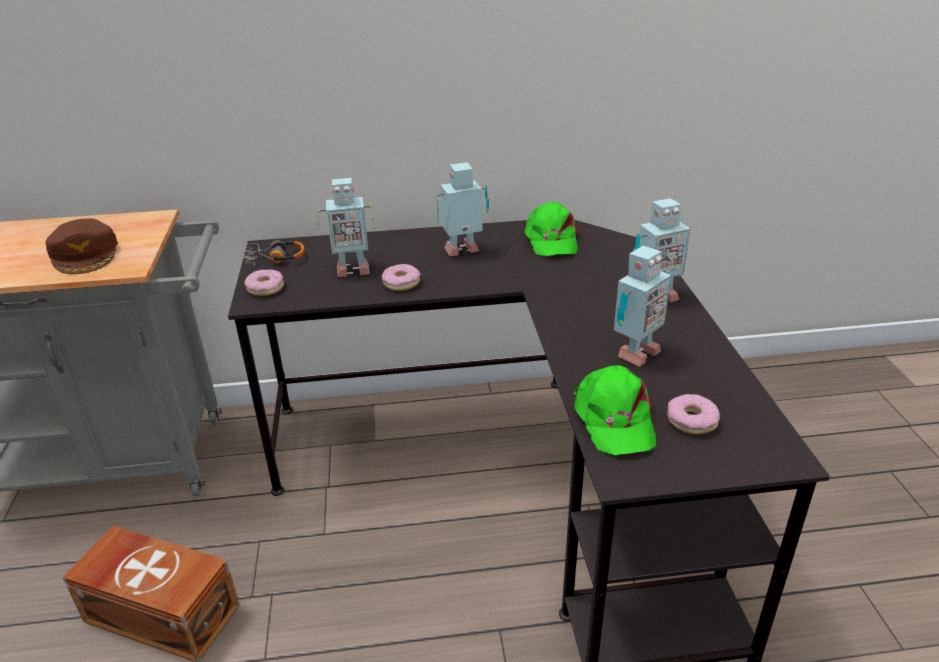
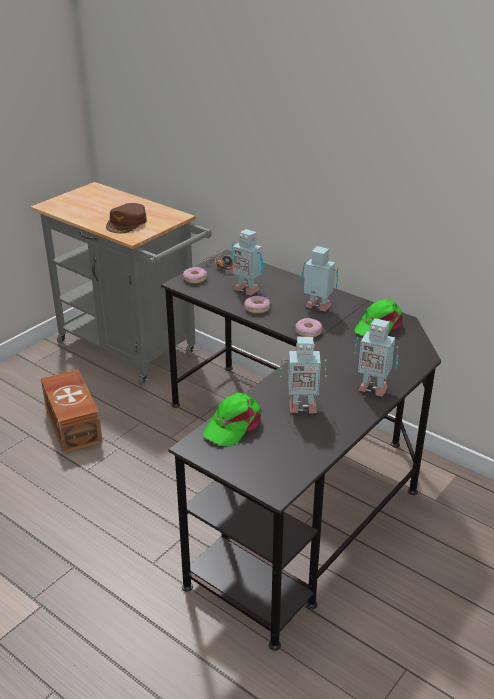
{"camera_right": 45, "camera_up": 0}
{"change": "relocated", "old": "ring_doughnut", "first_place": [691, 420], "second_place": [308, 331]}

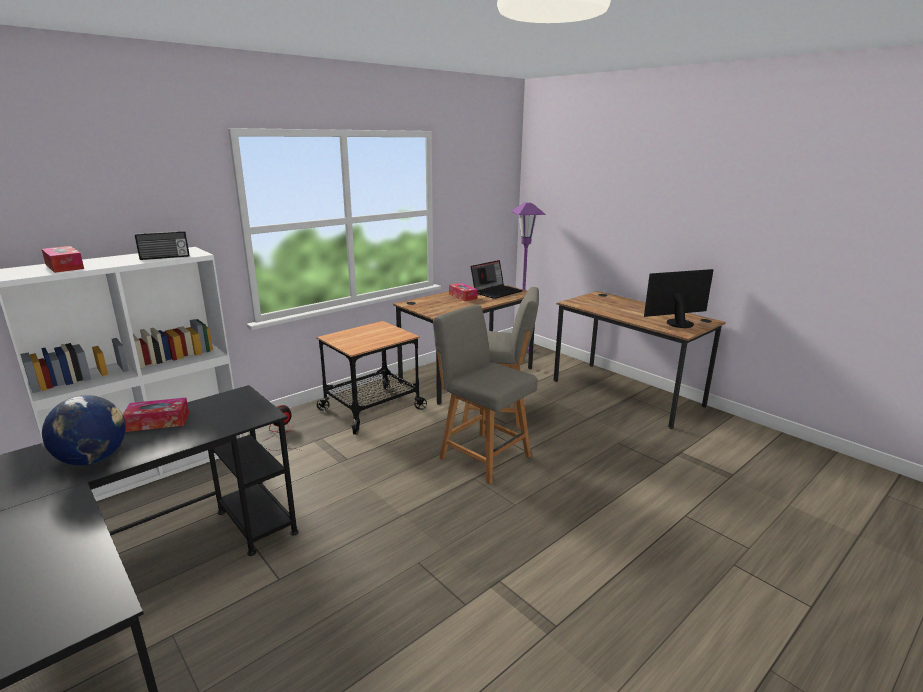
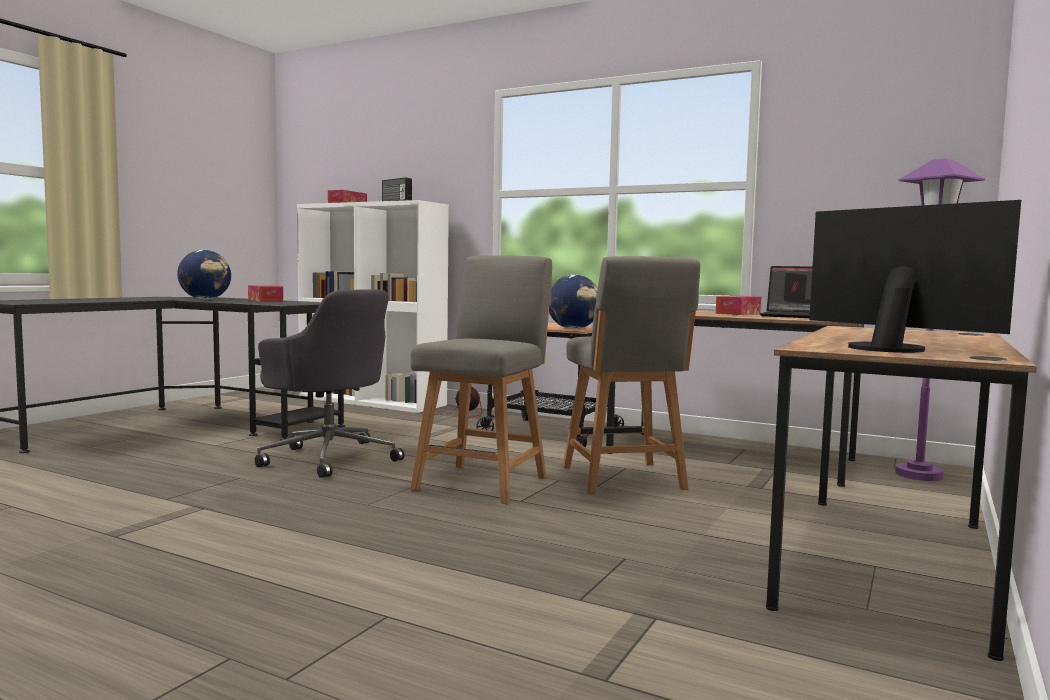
{"camera_right": 70, "camera_up": -15}
{"change": "appeared", "new": "gray_desk_chair", "second_place": [329, 457]}
{"change": "appeared", "new": "desk_globe", "second_place": [573, 329]}

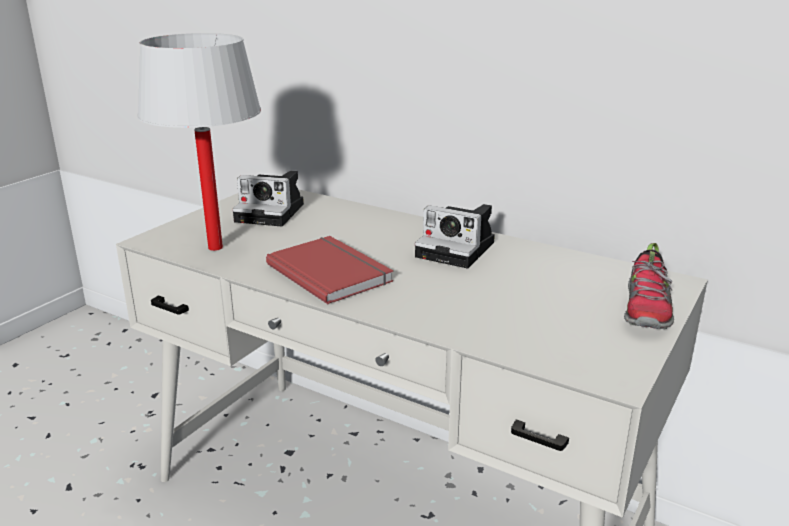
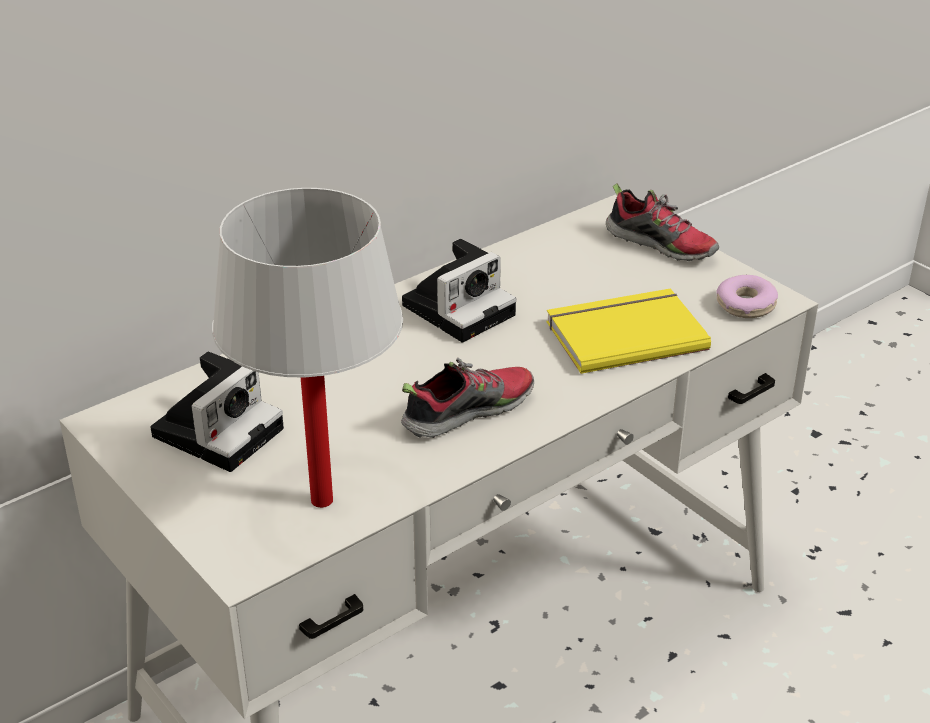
{"camera_right": -70, "camera_up": 10}
{"change": "exchanged", "old": "red_book", "new": "low_shoe", "first_place": [331, 272], "second_place": [467, 411]}
{"change": "appeared", "new": "yellow_book", "second_place": [624, 334]}
{"change": "appeared", "new": "ring_doughnut", "second_place": [745, 305]}

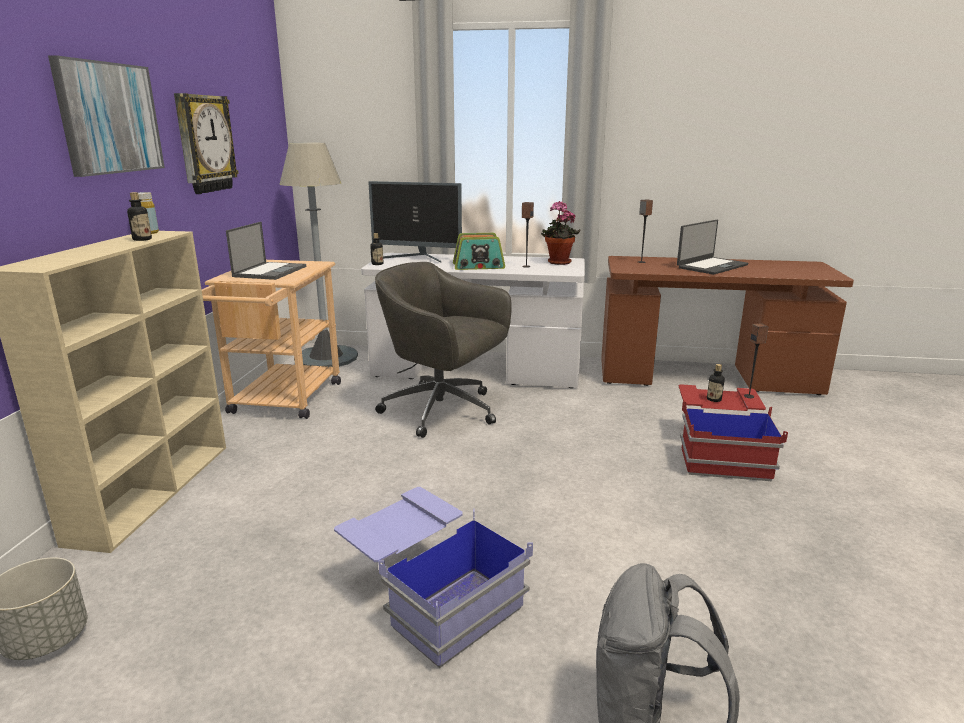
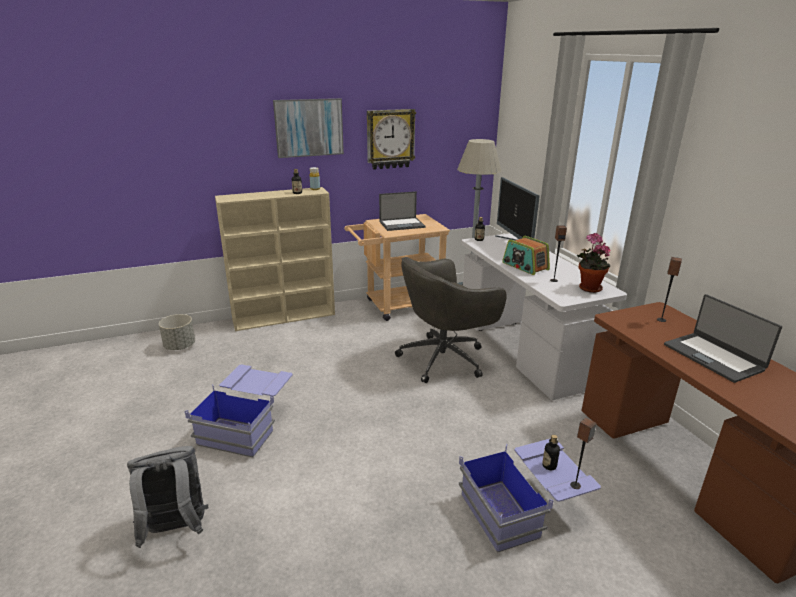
{"camera_right": 60, "camera_up": 5}
{"change": "spun", "old": "gray_desk_chair", "first_place": [443, 411], "second_place": [445, 358], "degrees": -120}
{"change": "colour", "old": "red_storage_bin", "new": "bluish_storage_bin", "first_place": [720, 451], "second_place": [524, 509]}
{"change": "spun", "old": "notebook_computer", "first_place": [711, 266], "second_place": [713, 357], "degrees": 45}

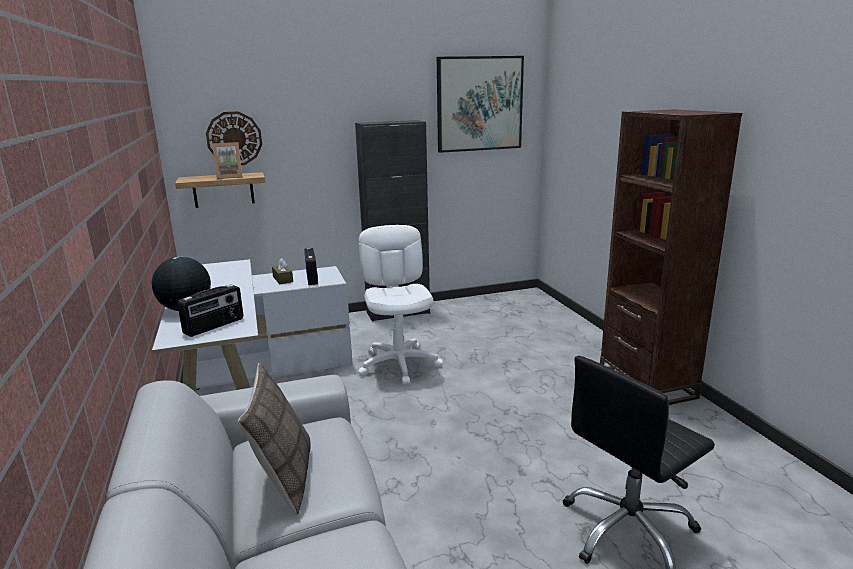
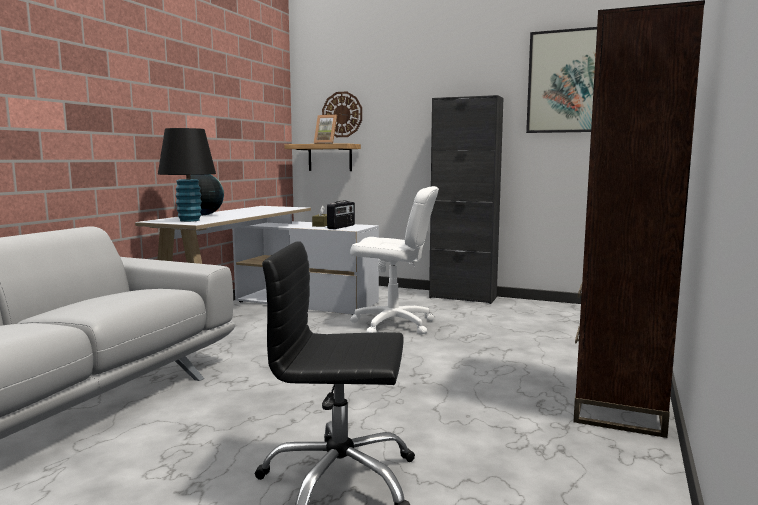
{"camera_right": 40, "camera_up": -10}
{"change": "exchanged", "old": "radio_set", "new": "blackish_tabletop_lamp", "first_place": [214, 326], "second_place": [189, 220]}
{"change": "spun", "old": "whitish_desk_chair", "first_place": [399, 364], "second_place": [393, 325], "degrees": 75}
{"change": "missing", "old": "throw_pillow", "first_place": [284, 478]}

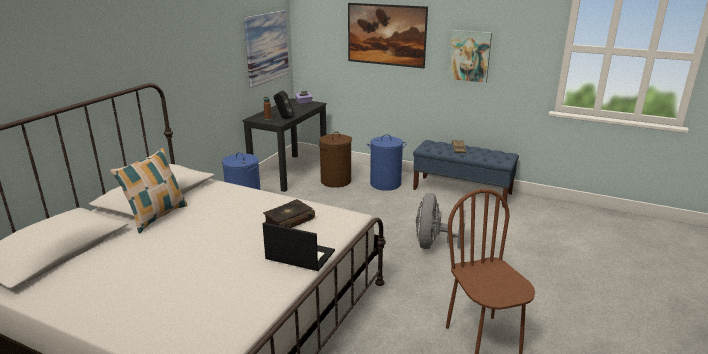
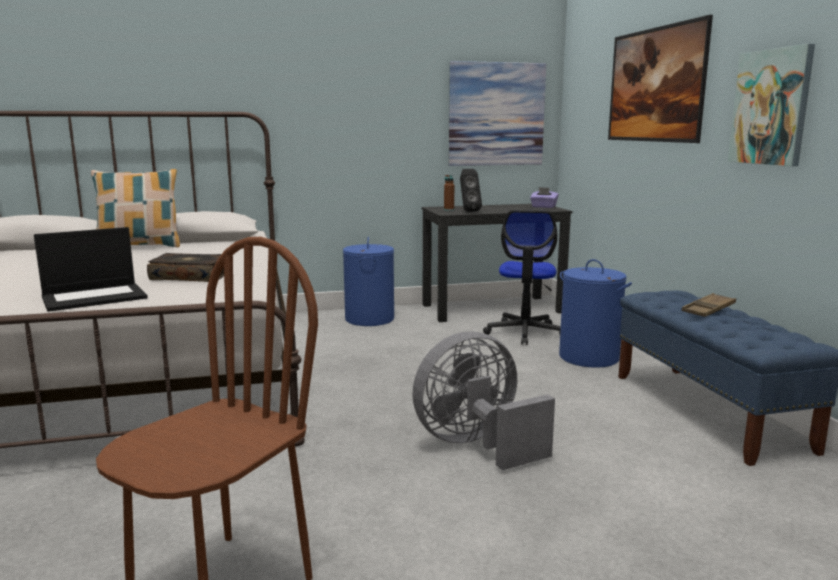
{"camera_right": 50, "camera_up": -10}
{"change": "spun", "old": "notebook_computer", "first_place": [299, 255], "second_place": [95, 297], "degrees": 75}
{"change": "exchanged", "old": "brown-coloured_washing_basket", "new": "desk_chair", "first_place": [335, 181], "second_place": [525, 332]}

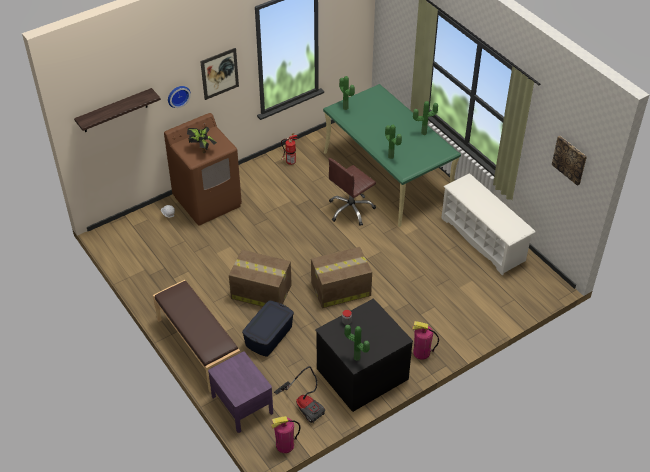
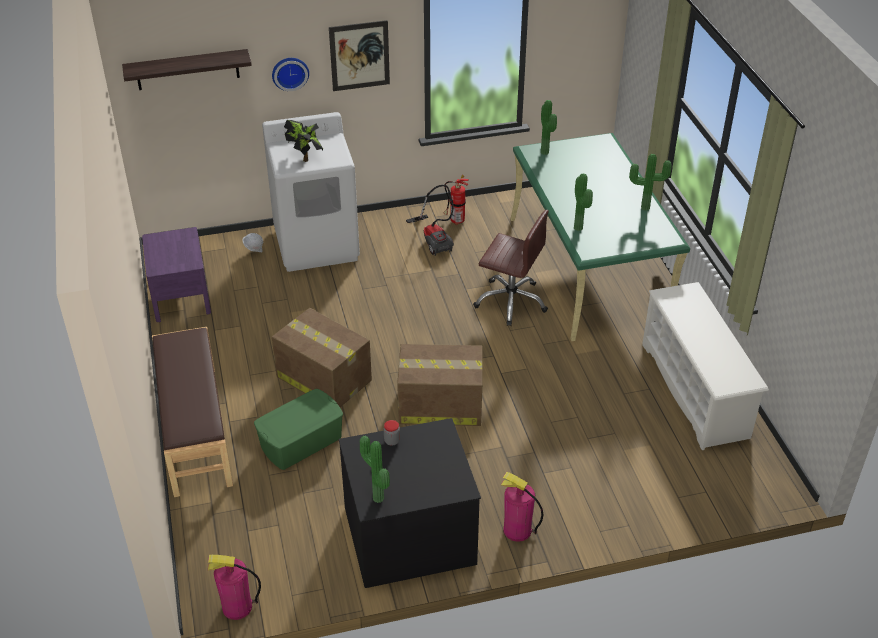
{"camera_right": 20, "camera_up": -5}
{"change": "relocated", "old": "purple_night_table", "first_place": [242, 404], "second_place": [180, 296]}
{"change": "colour", "old": "bluish_storage_bin", "new": "green-coloured_storage_bin", "first_place": [268, 336], "second_place": [300, 441]}
{"change": "colour", "old": "brown-coloured_laundry_machine", "new": "whitish_laundry_machine", "first_place": [208, 201], "second_place": [317, 244]}
{"change": "relocated", "old": "vacuum_cleaner", "first_place": [305, 405], "second_place": [434, 239]}
{"change": "spun", "old": "brown-coloured_desk_chair", "first_place": [351, 210], "second_place": [511, 301], "degrees": -135}
{"change": "missing", "old": "wall_picture", "first_place": [570, 160]}

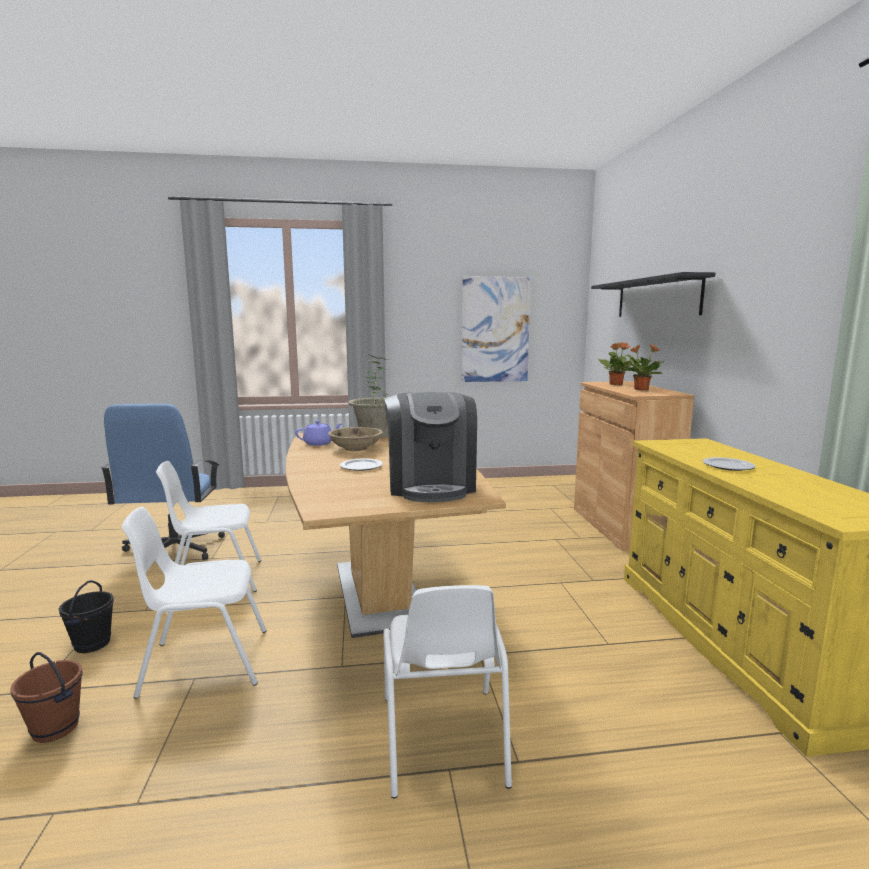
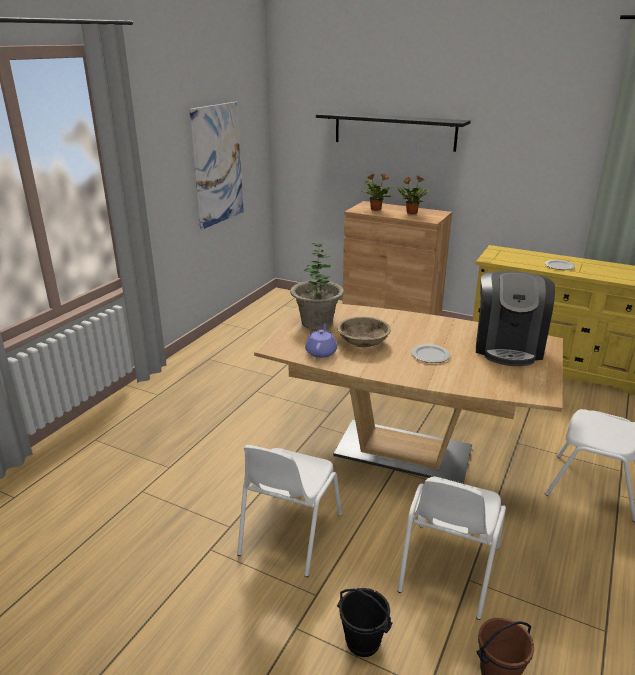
{"camera_right": -55, "camera_up": 15}
{"change": "spun", "old": "coffee_brewer", "first_place": [431, 485], "second_place": [508, 347], "degrees": 75}
{"change": "missing", "old": "bluish_desk_chair", "first_place": [173, 550]}

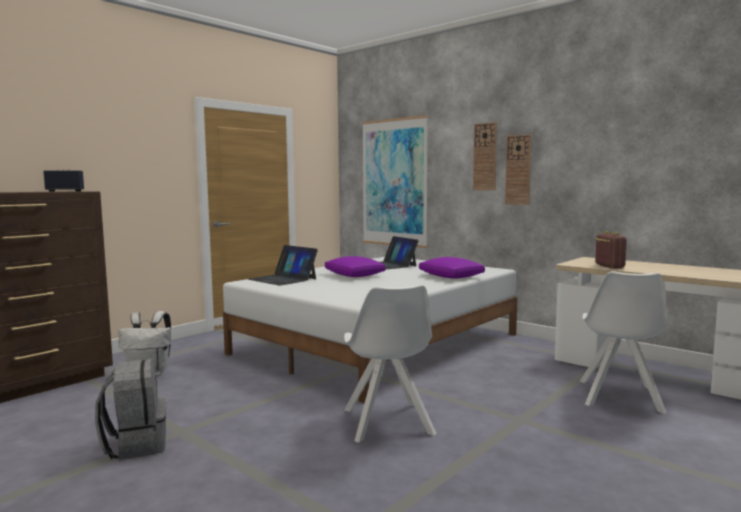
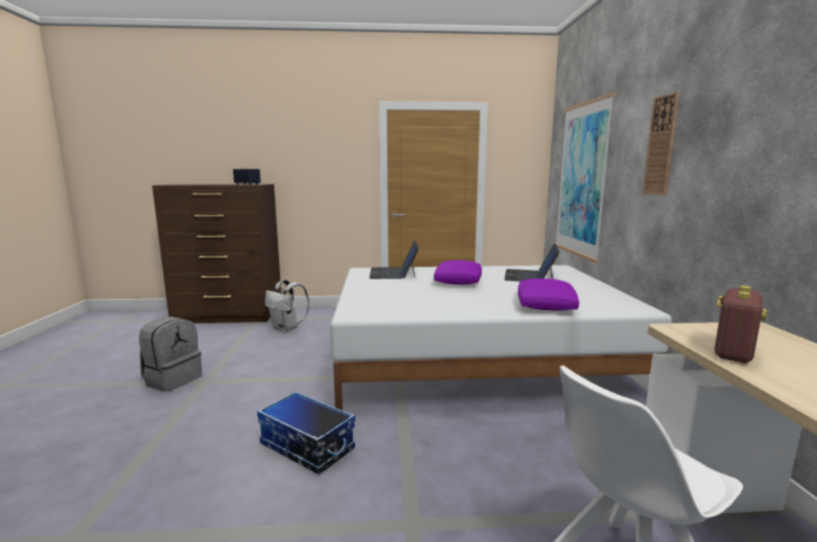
{"camera_right": 45, "camera_up": 5}
{"change": "exchanged", "old": "whitish_chair", "new": "storage_bin", "first_place": [388, 423], "second_place": [306, 447]}
{"change": "missing", "old": "wall_clock", "first_place": [518, 170]}

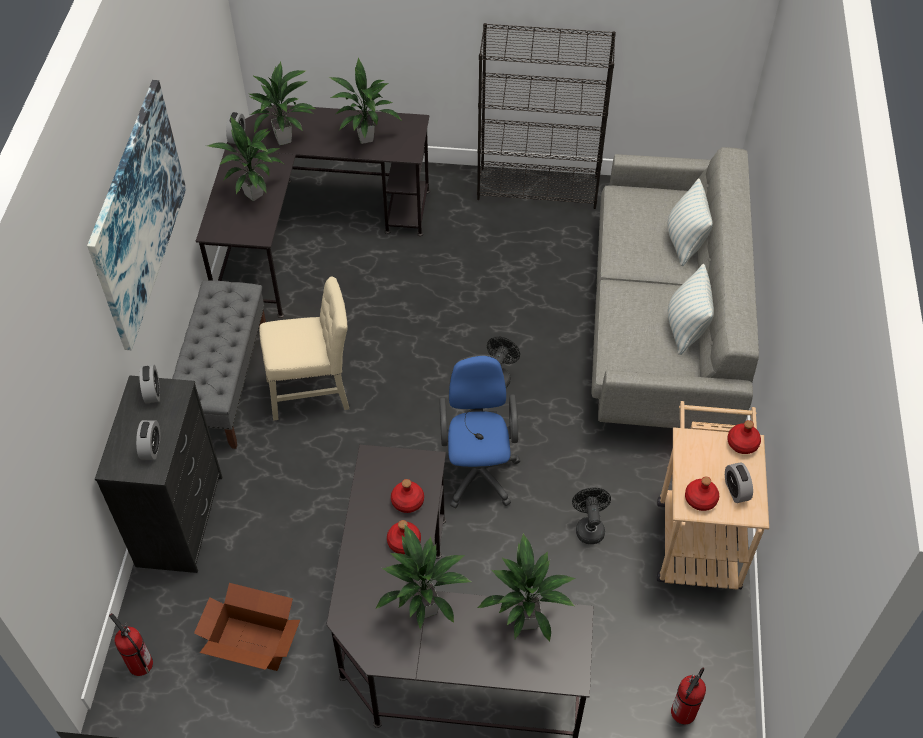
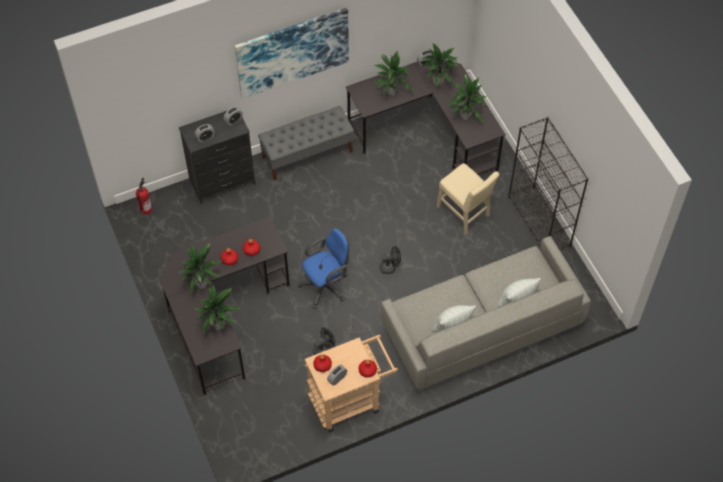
{"camera_right": 60, "camera_up": 5}
{"change": "relocated", "old": "beige_chair", "first_place": [313, 392], "second_place": [464, 213]}
{"change": "missing", "old": "cardboard_box", "first_place": [252, 642]}
{"change": "missing", "old": "extinguisher", "first_place": [683, 713]}

